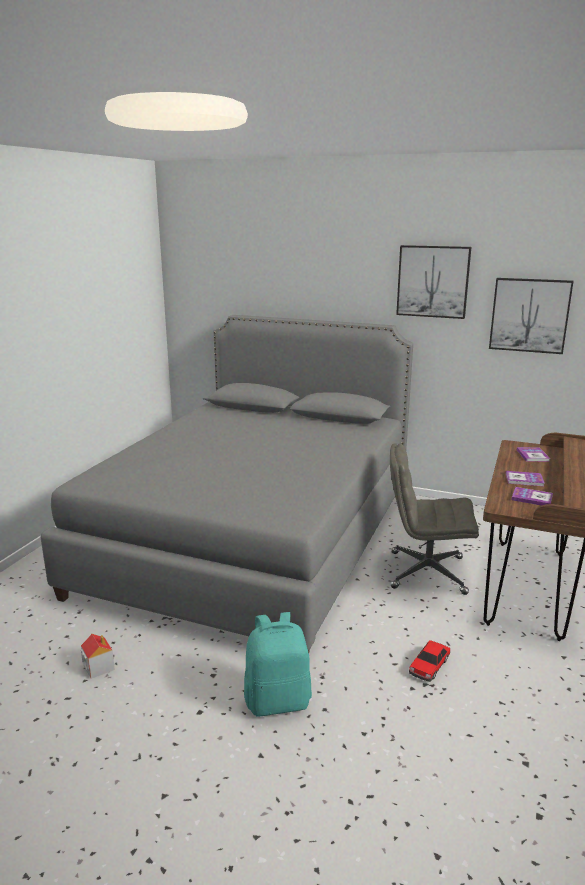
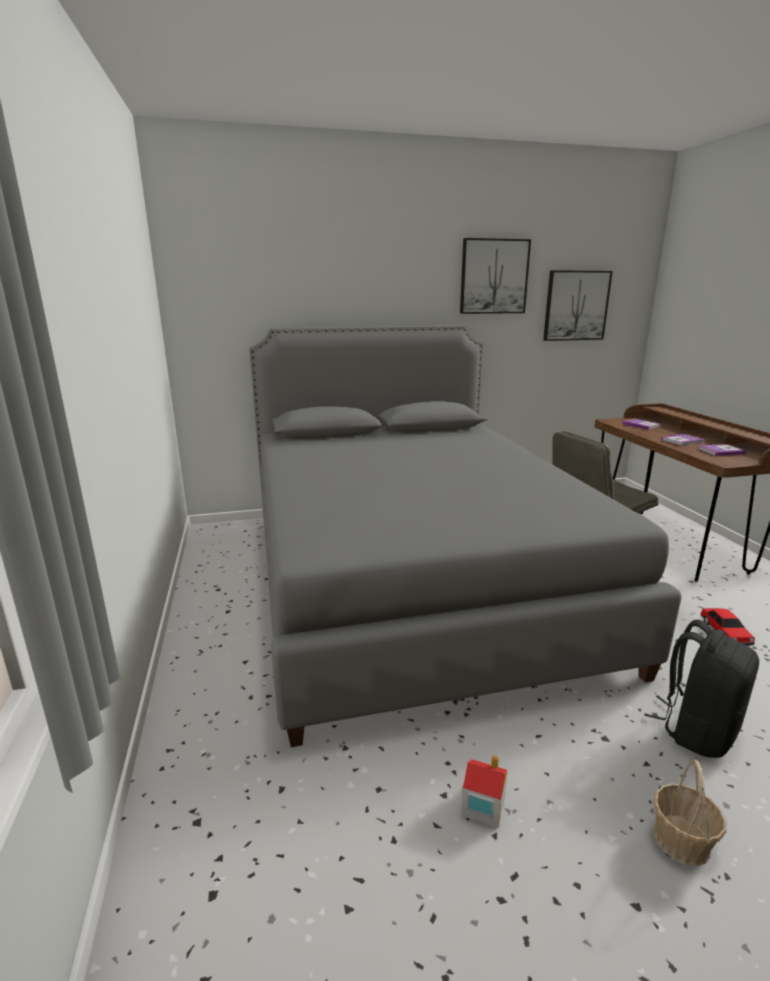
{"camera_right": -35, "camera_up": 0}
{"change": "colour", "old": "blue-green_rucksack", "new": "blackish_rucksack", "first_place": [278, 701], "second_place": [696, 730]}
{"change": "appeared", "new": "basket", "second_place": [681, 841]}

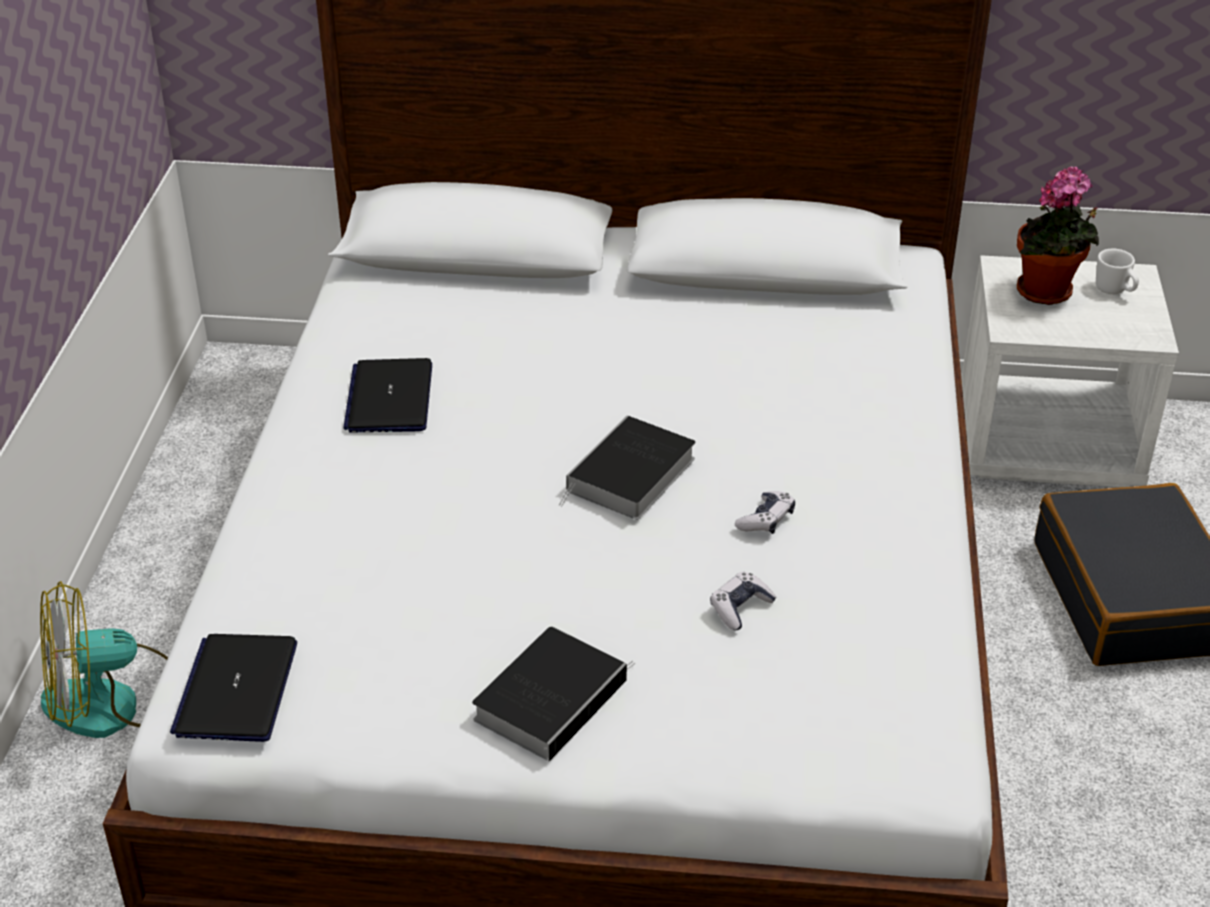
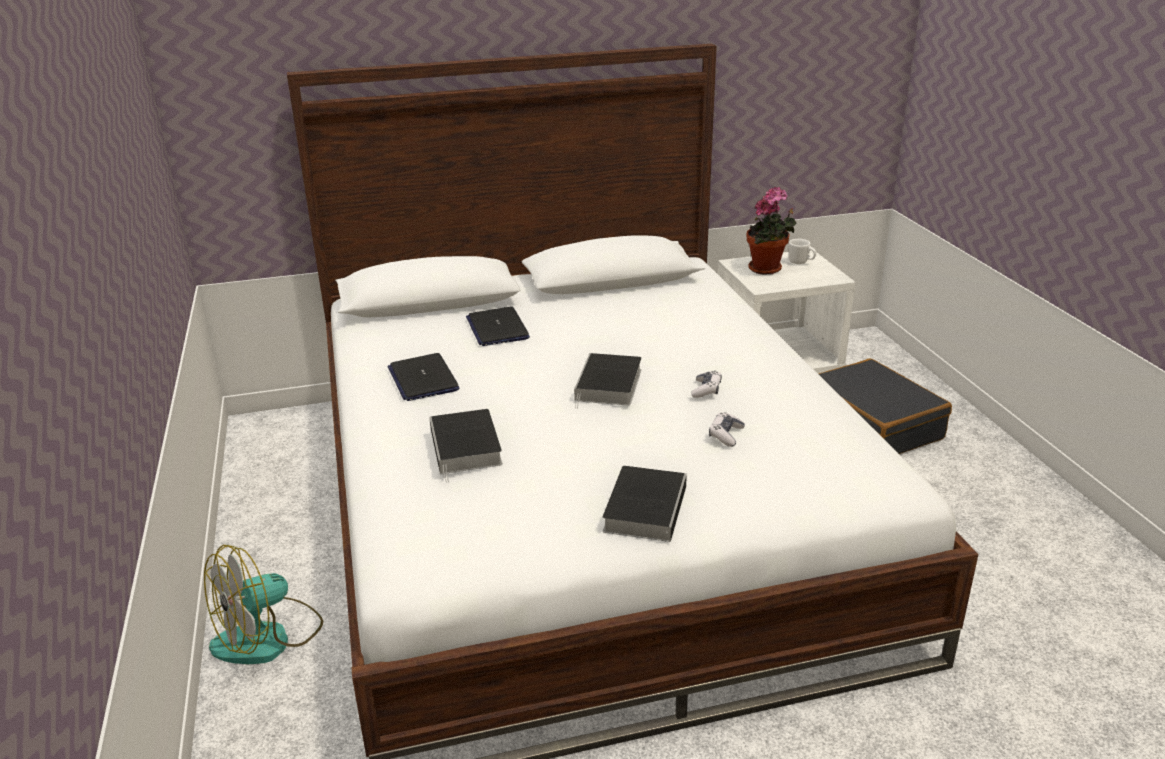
{"camera_right": -20, "camera_up": -10}
{"change": "appeared", "new": "book", "second_place": [466, 448]}
{"change": "relocated", "old": "notebook_computer", "first_place": [236, 689], "second_place": [497, 328]}

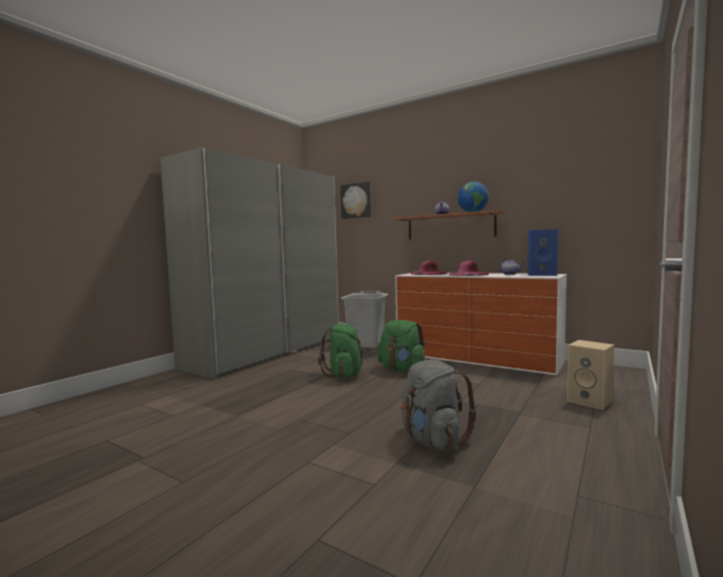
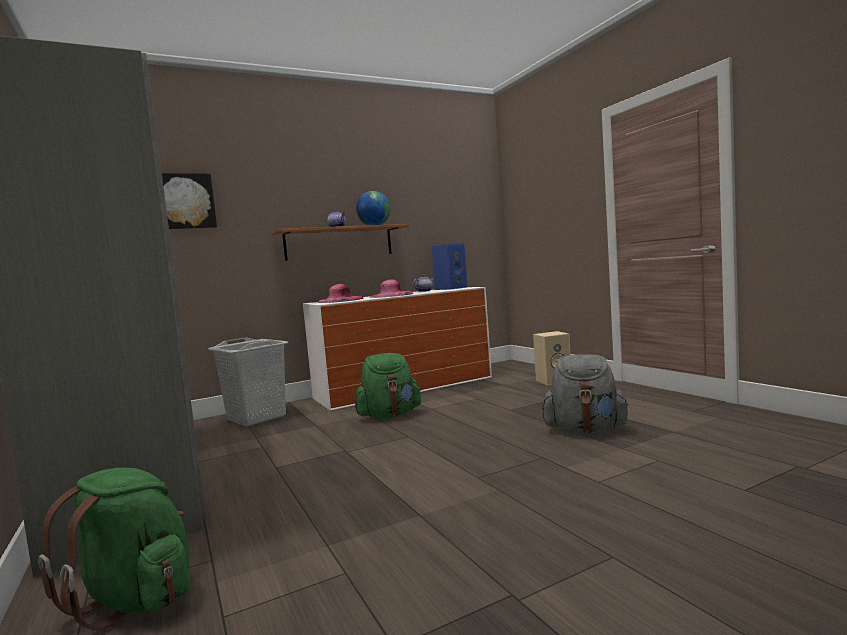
{"camera_right": -60, "camera_up": 0}
{"change": "relocated", "old": "green-coloured_rucksack", "first_place": [345, 375], "second_place": [135, 599]}

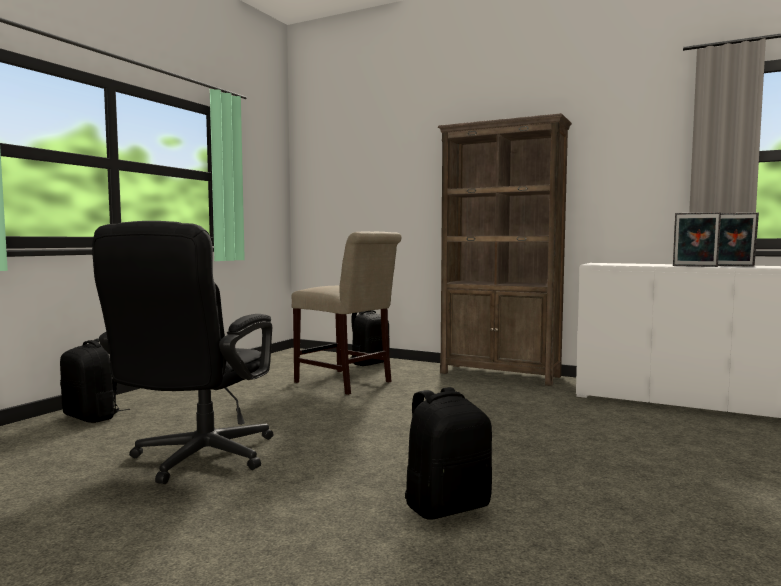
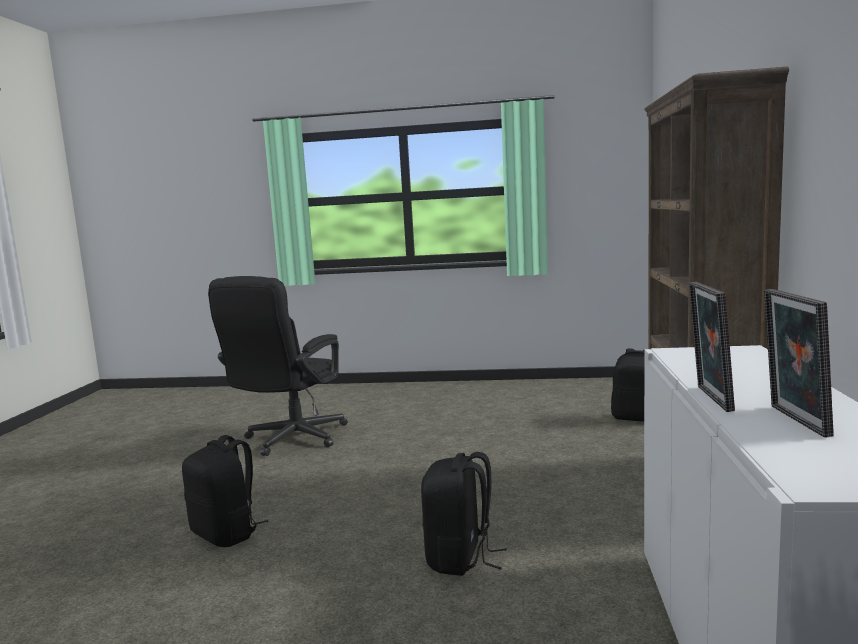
{"camera_right": 70, "camera_up": 5}
{"change": "spun", "old": "blackish_desk_chair", "first_place": [196, 460], "second_place": [290, 440], "degrees": -60}
{"change": "relocated", "old": "blackish_rucksack", "first_place": [93, 417], "second_place": [460, 559]}
{"change": "missing", "old": "beige_chair", "first_place": [346, 383]}

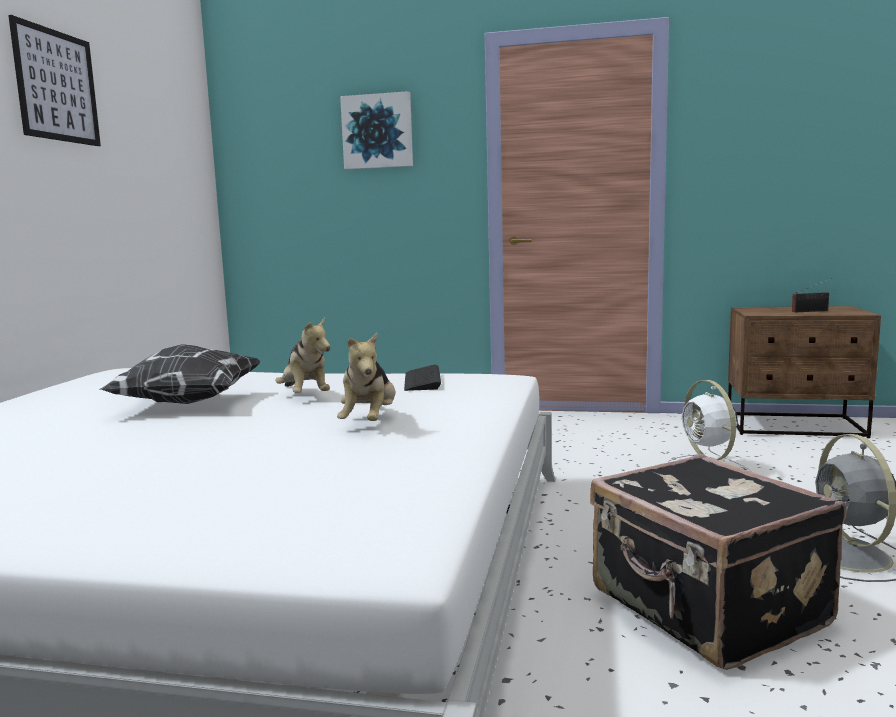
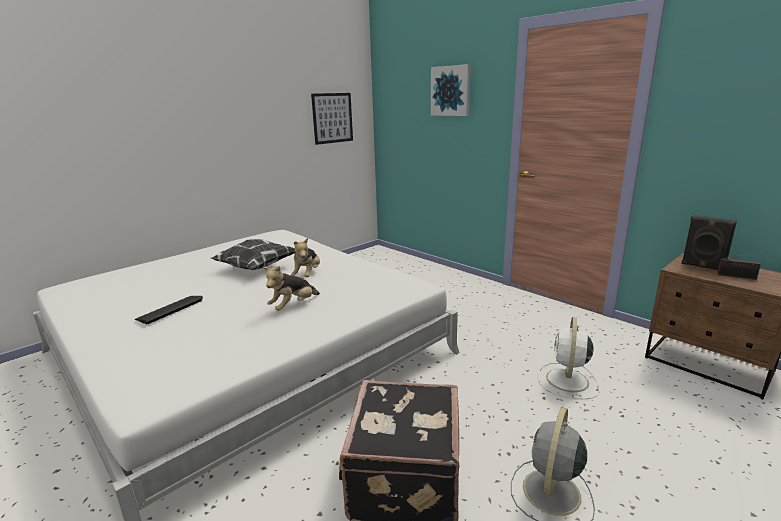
{"camera_right": 35, "camera_up": 10}
{"change": "relocated", "old": "PC_keyboard", "first_place": [422, 380], "second_place": [170, 310]}
{"change": "relocated", "old": "wall_picture", "first_place": [57, 86], "second_place": [332, 118]}
{"change": "appeared", "new": "blackish_audio_speaker", "second_place": [702, 266]}

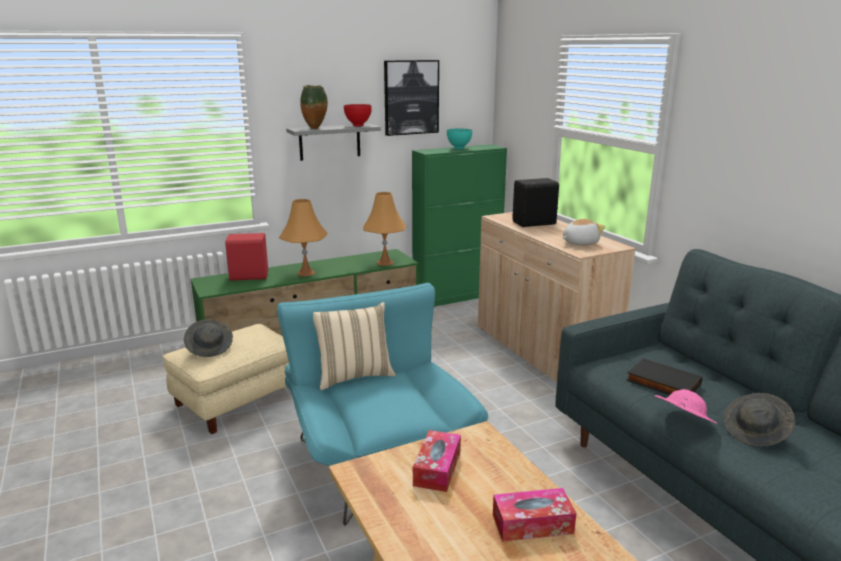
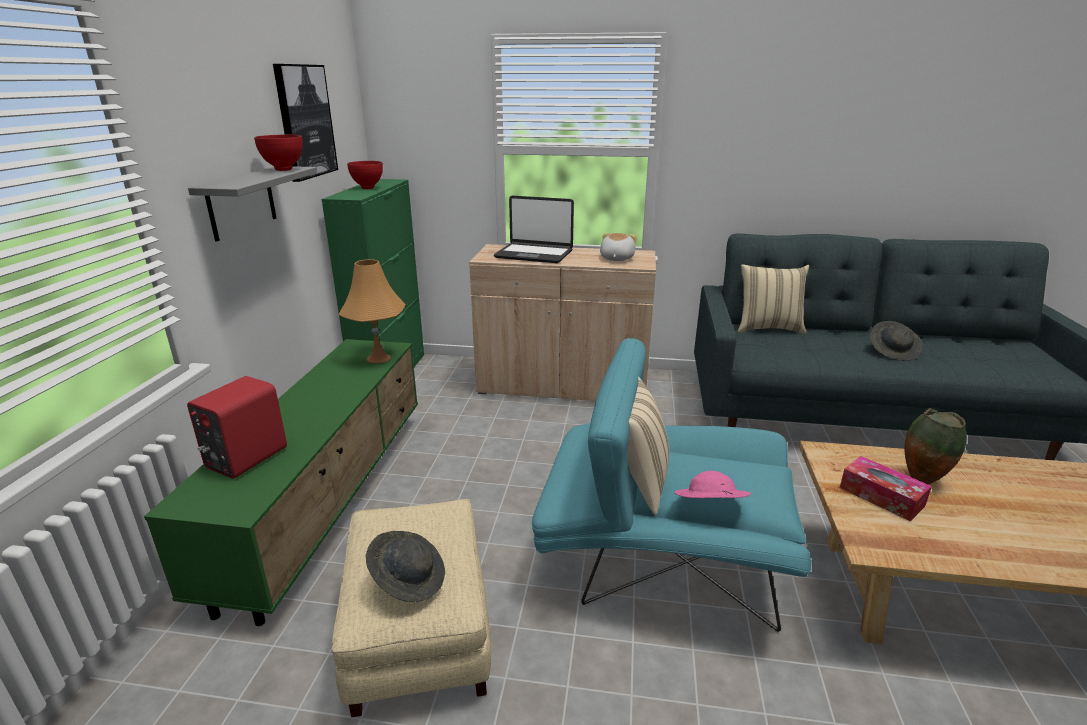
{"camera_right": -55, "camera_up": 5}
{"change": "colour", "old": "blue-green_deep_dish", "new": "red_deep_dish", "first_place": [459, 148], "second_place": [368, 188]}
{"change": "exchanged", "old": "blackish_audio_speaker", "new": "notebook_computer", "first_place": [535, 223], "second_place": [534, 254]}
{"change": "relocated", "old": "pink_clothing_hat", "first_place": [682, 422], "second_place": [709, 508]}
{"change": "appeared", "new": "beige_throw_pillow", "second_place": [768, 328]}
{"change": "relocated", "old": "flower_vase", "first_place": [315, 128], "second_place": [921, 481]}
{"change": "missing", "old": "orange-coloured_tabletop_lamp", "first_place": [306, 273]}
{"change": "missing", "old": "tissue_holder", "first_place": [532, 524]}
{"change": "missing", "old": "blackish_book", "first_place": [662, 383]}

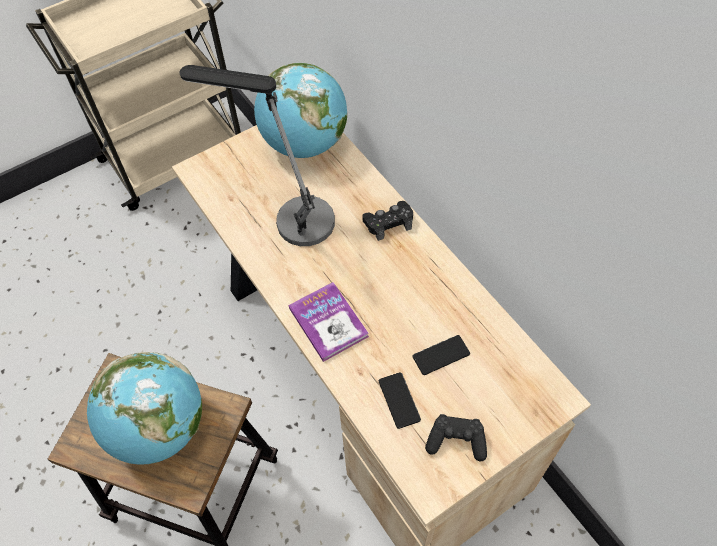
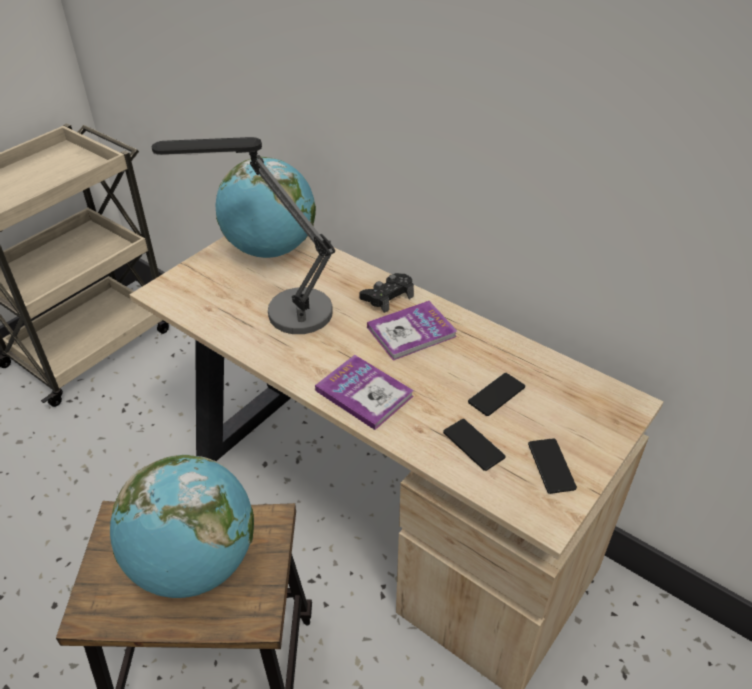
{"camera_right": -20, "camera_up": -15}
{"change": "appeared", "new": "book", "second_place": [411, 332]}
{"change": "exchanged", "old": "blackish_joypad", "new": "phone", "first_place": [456, 440], "second_place": [551, 466]}

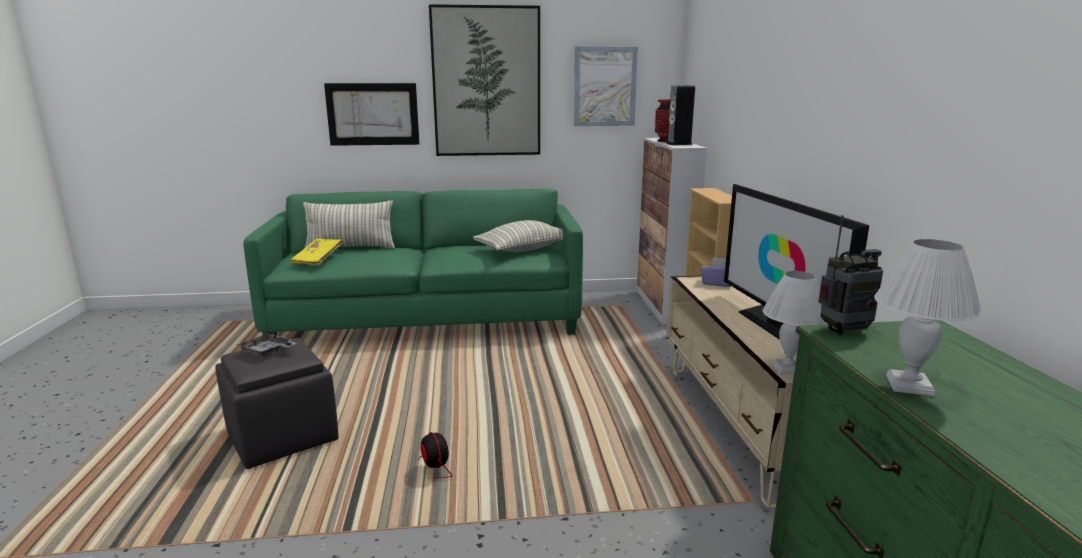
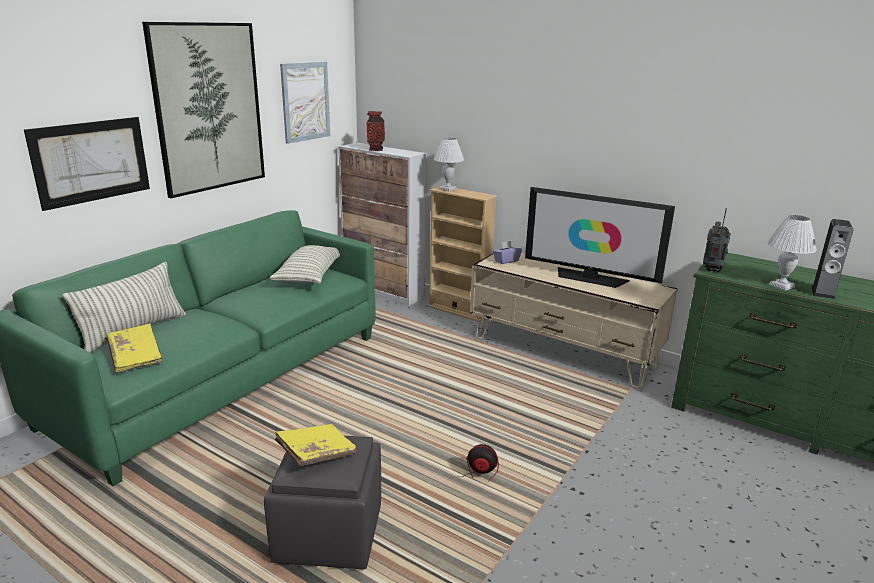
{"camera_right": -50, "camera_up": 5}
{"change": "exchanged", "old": "gray_tray", "new": "yellow_book", "first_place": [268, 351], "second_place": [316, 454]}
{"change": "relocated", "old": "whitish_tabletop_lamp", "first_place": [788, 368], "second_place": [448, 189]}
{"change": "relocated", "old": "audio_speaker", "first_place": [679, 144], "second_place": [823, 292]}

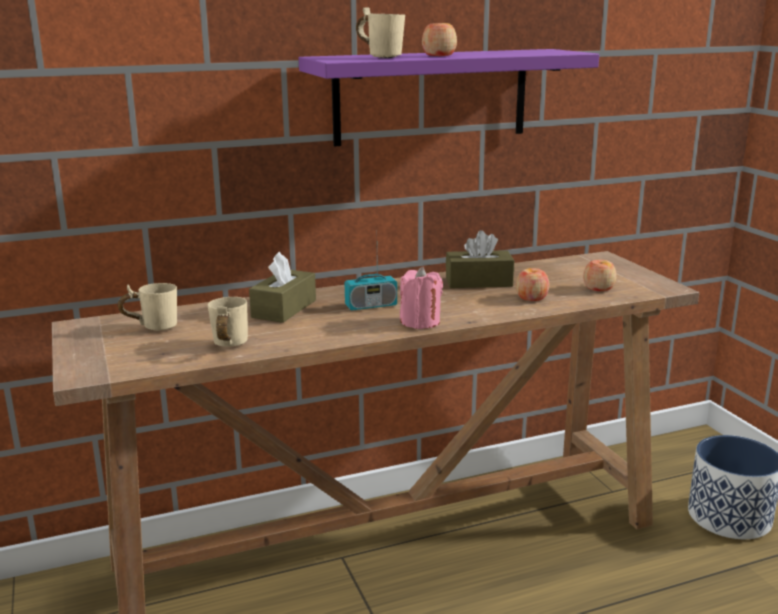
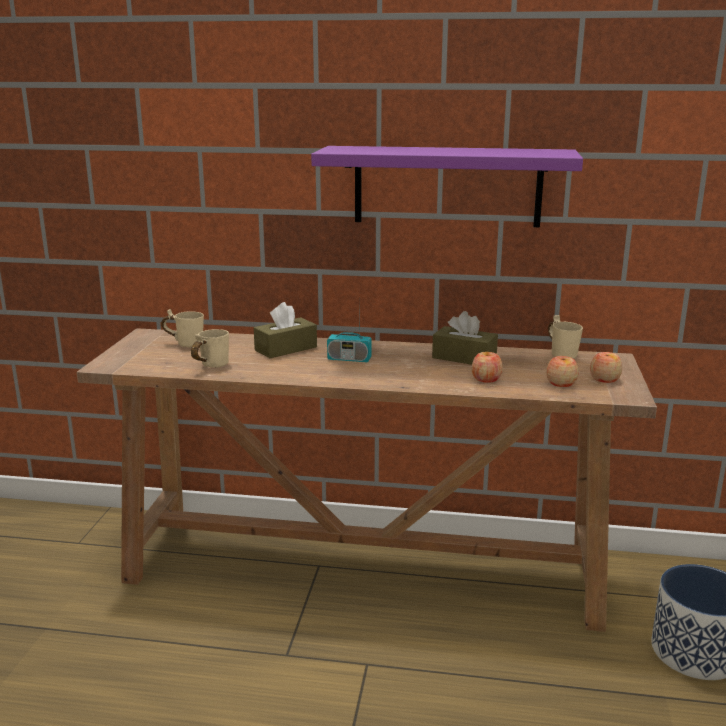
{"camera_right": 30, "camera_up": 0}
{"change": "relocated", "old": "beige_tea_mug", "first_place": [382, 57], "second_place": [563, 354]}
{"change": "relocated", "old": "apple", "first_place": [439, 55], "second_place": [604, 379]}
{"change": "missing", "old": "pink_wax_candle", "first_place": [420, 322]}

